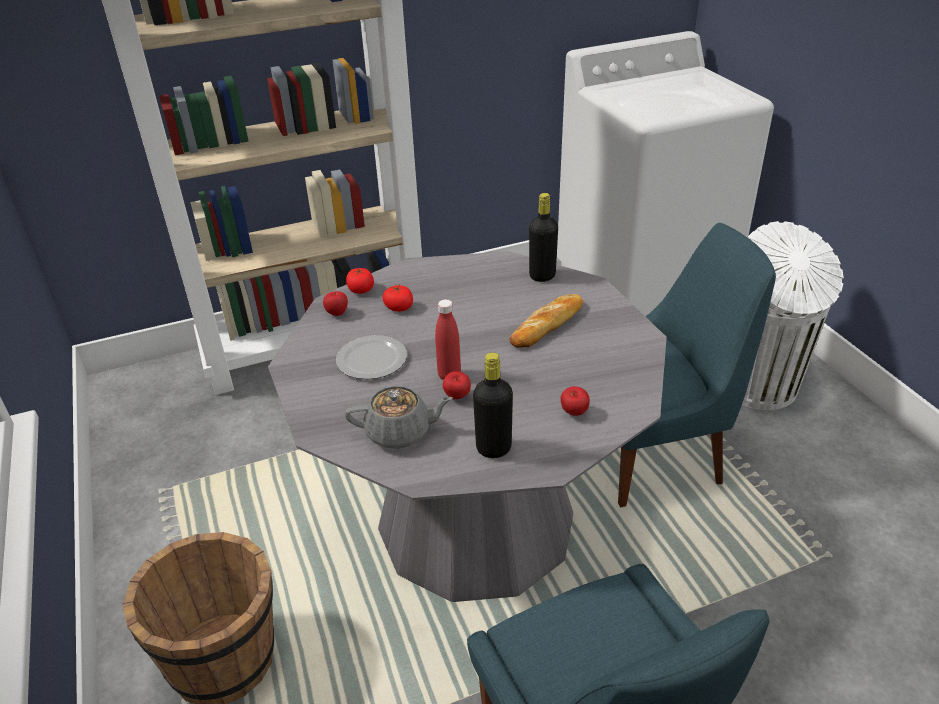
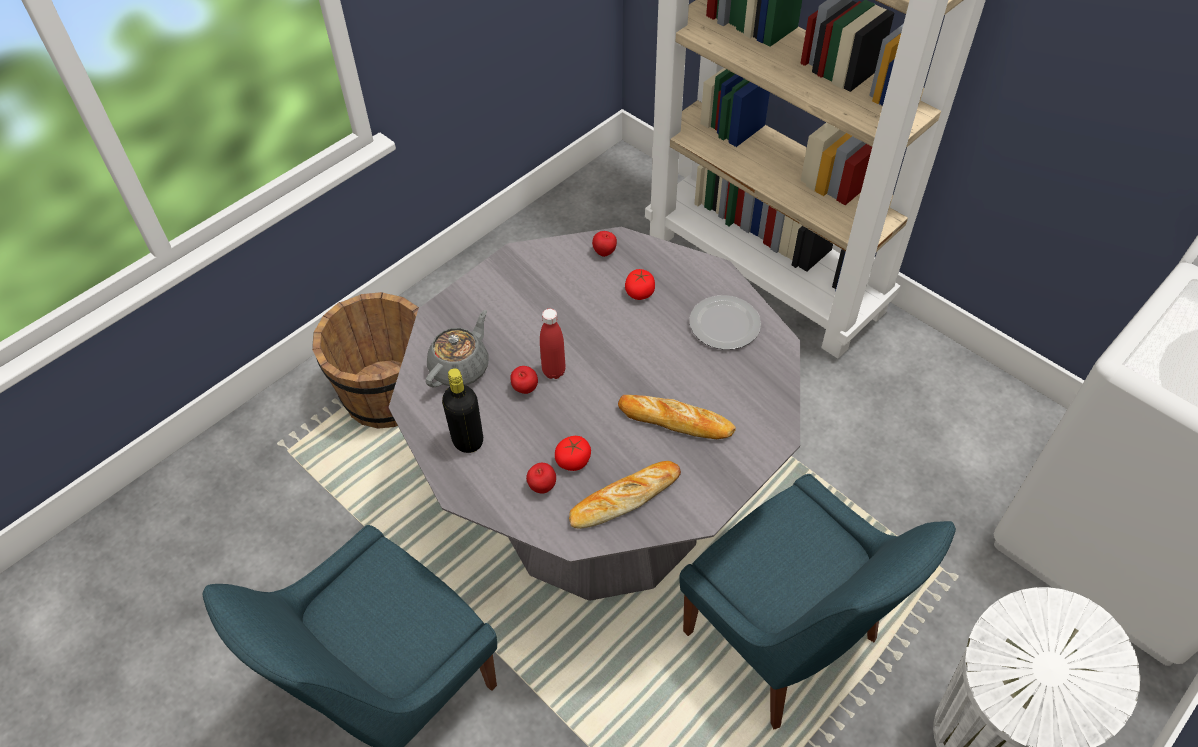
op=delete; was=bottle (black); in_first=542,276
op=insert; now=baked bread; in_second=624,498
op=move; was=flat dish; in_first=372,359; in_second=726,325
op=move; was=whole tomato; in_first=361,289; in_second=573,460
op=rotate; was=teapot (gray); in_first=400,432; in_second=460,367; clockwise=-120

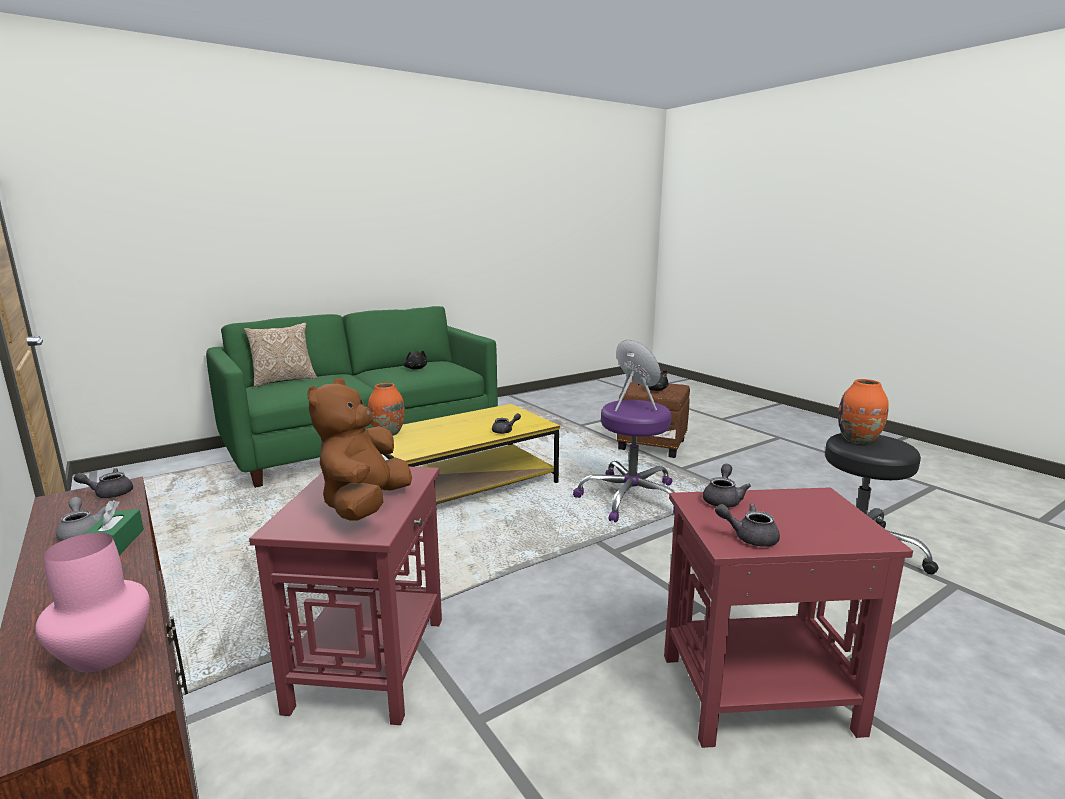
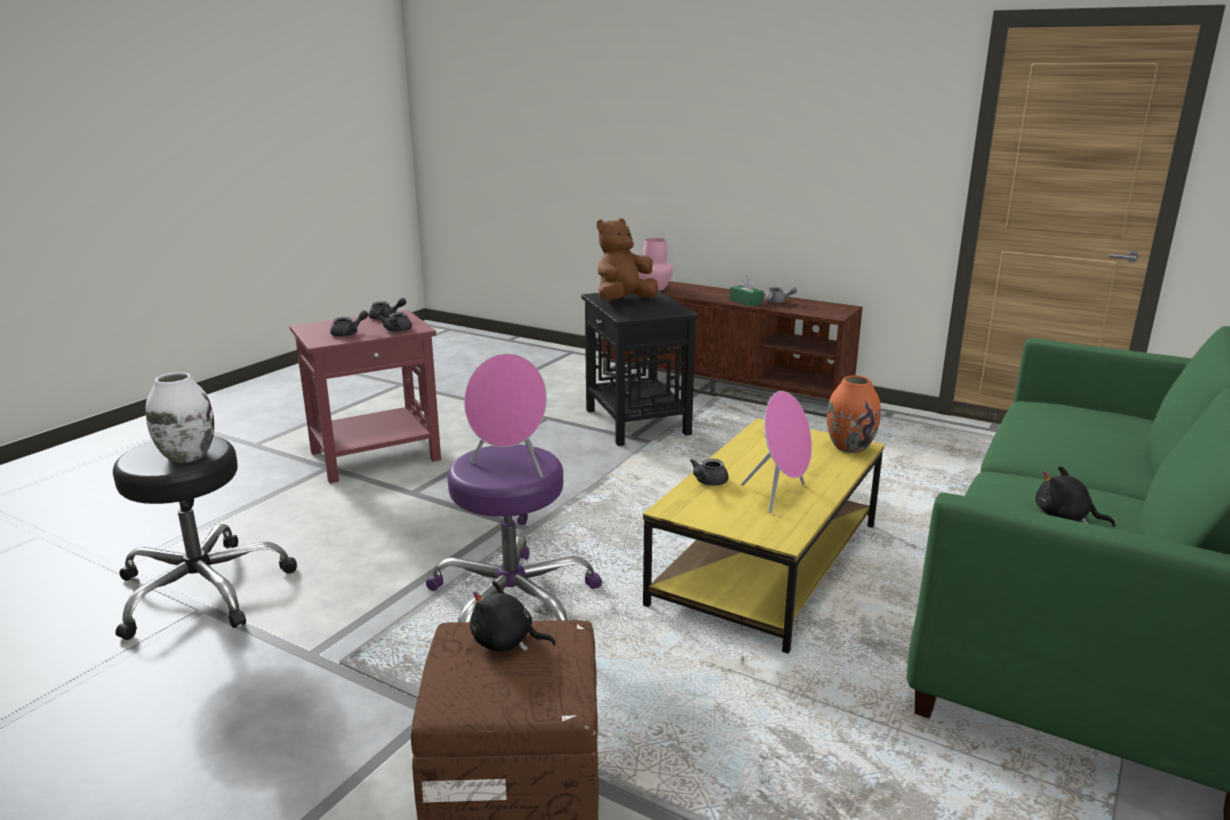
op=delete; was=throw pillow; in_first=284,380
op=insert; now=loudspeaker (pinkish); in_second=779,496
op=move; was=teapot (gray); in_first=109,493; in_second=349,334
op=recolor; was=side table (reddish); now=side table (black); in_first=371,662; in_second=636,422
op=recolor; was=vase (orange-coloured); now=vase (white-coloured); in_first=858,440; in_second=187,456
op=rotate; was=cuddly toy (brown-coloured); in_first=365,505; in_second=623,301; clockwise=-120

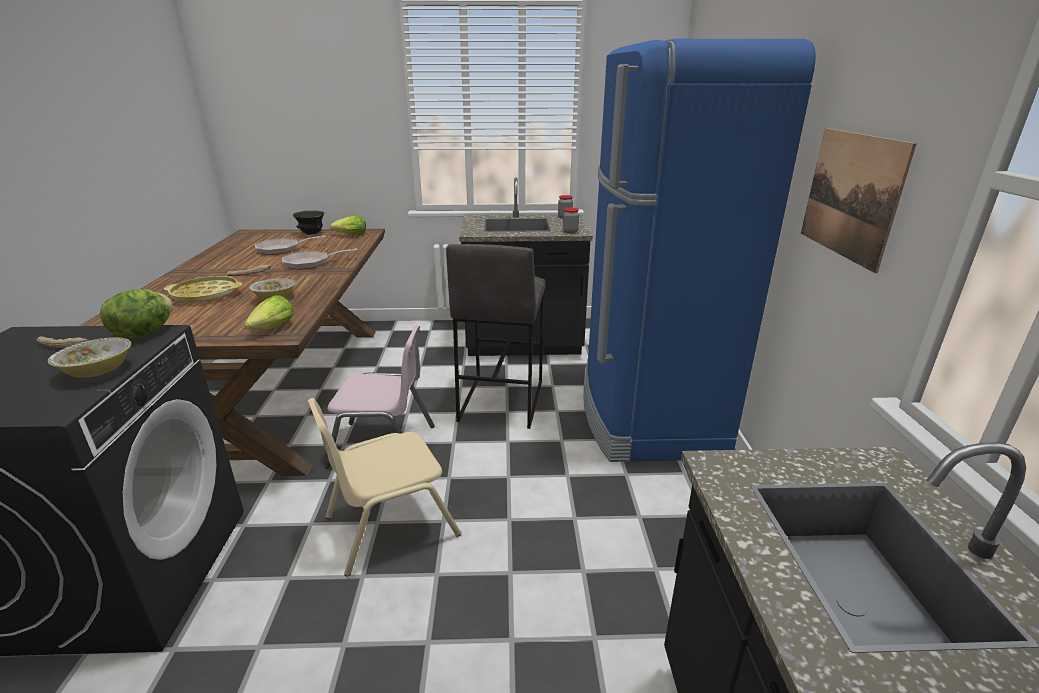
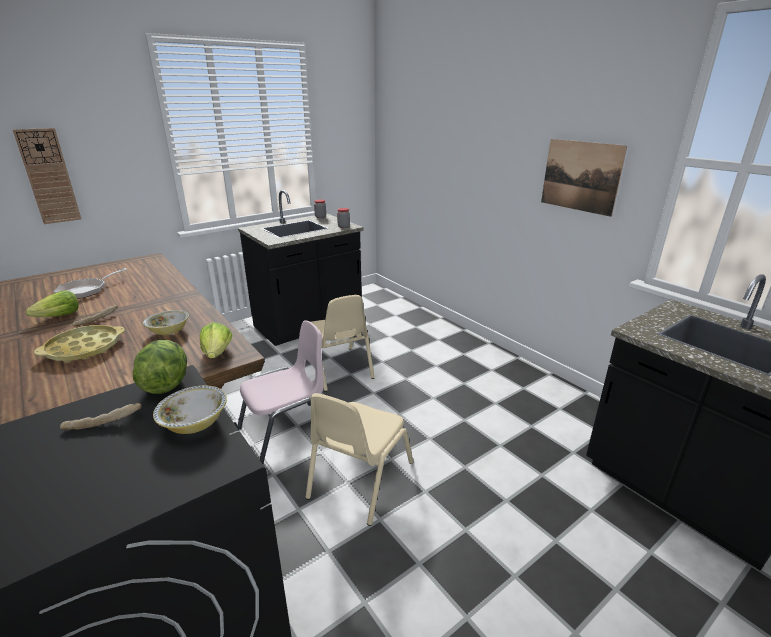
op=delete; was=pan; in_first=311,263
op=delete; was=serving bowl (black); in_first=312,234
op=delete; was=refrigerator (blue); in_first=647,416
op=insert; now=hanging clock; in_second=49,177
op=move; was=head of lettuce; in_first=351,235; in_second=59,316
op=replace; was=sitting stool (gray); now=upright chair (beige-coloured); in_first=500,401; in_second=338,369

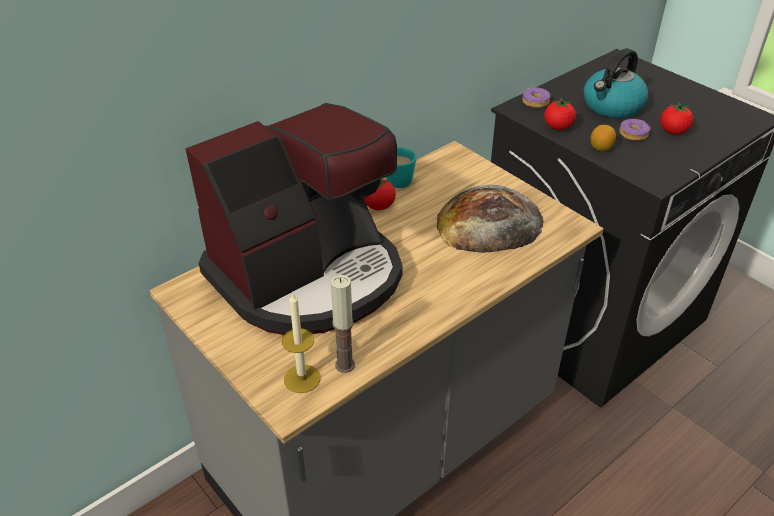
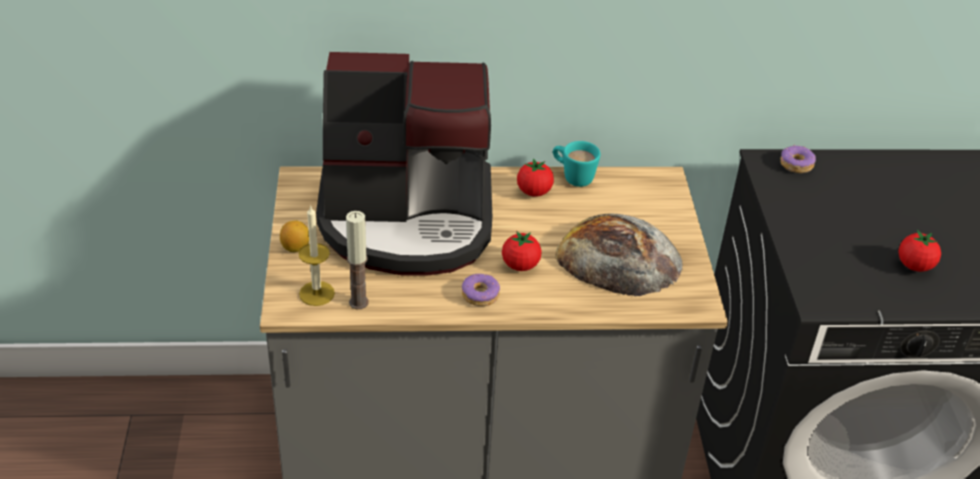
op=delete; was=water kettle; in_first=612,106
op=move; was=whole tomato; in_first=558,127; in_second=520,265
op=move; was=lemon; in_first=600,148; in_second=295,247
op=move; was=doughnut; in_first=633,134; in_second=480,295

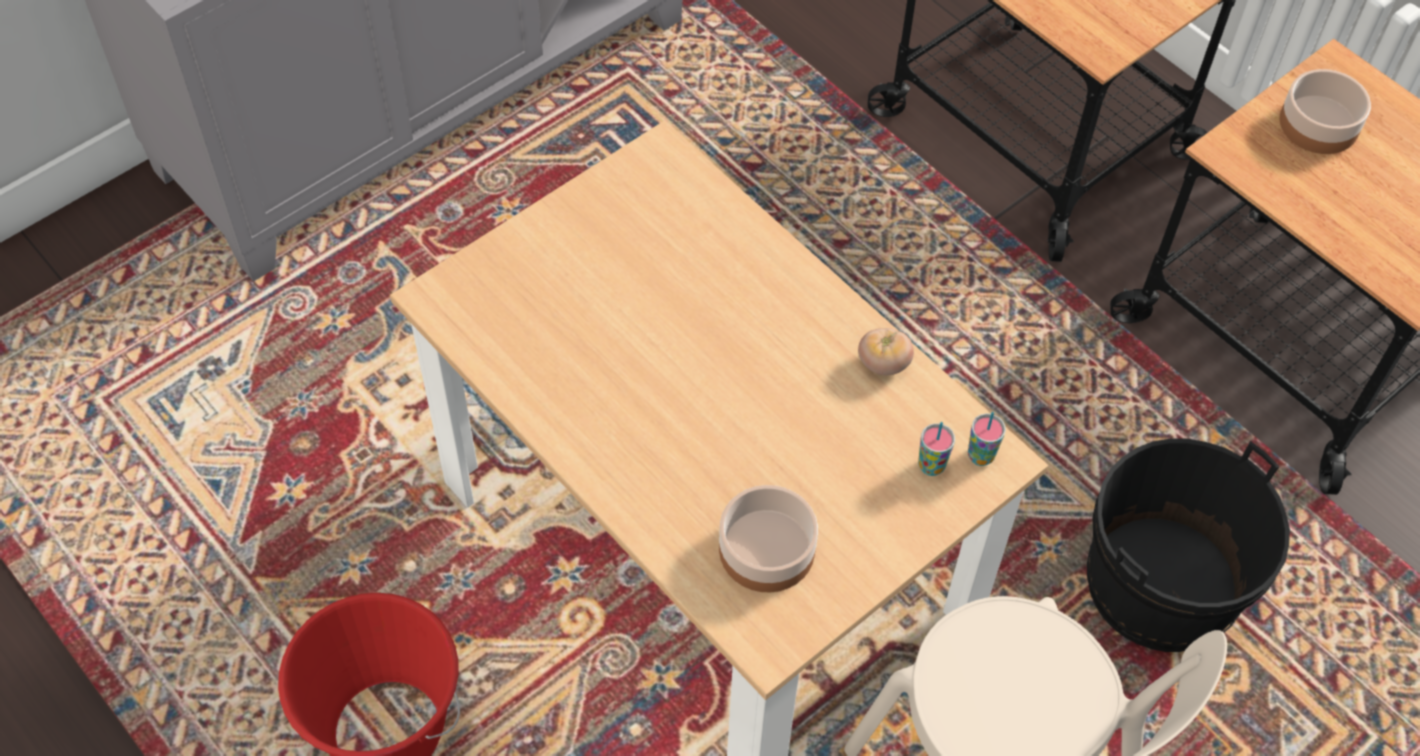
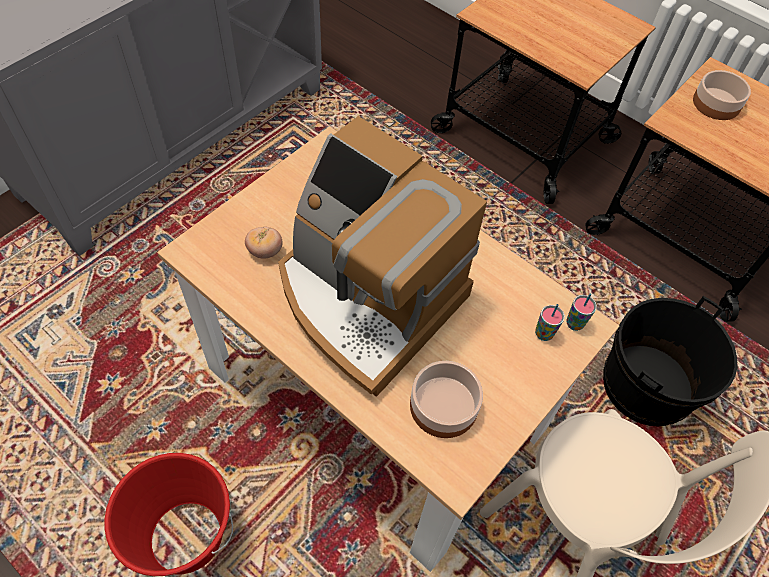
op=insert; now=coffee brewer; in_second=367,298
op=move; was=whole tomato; in_first=883,364; in_second=265,251

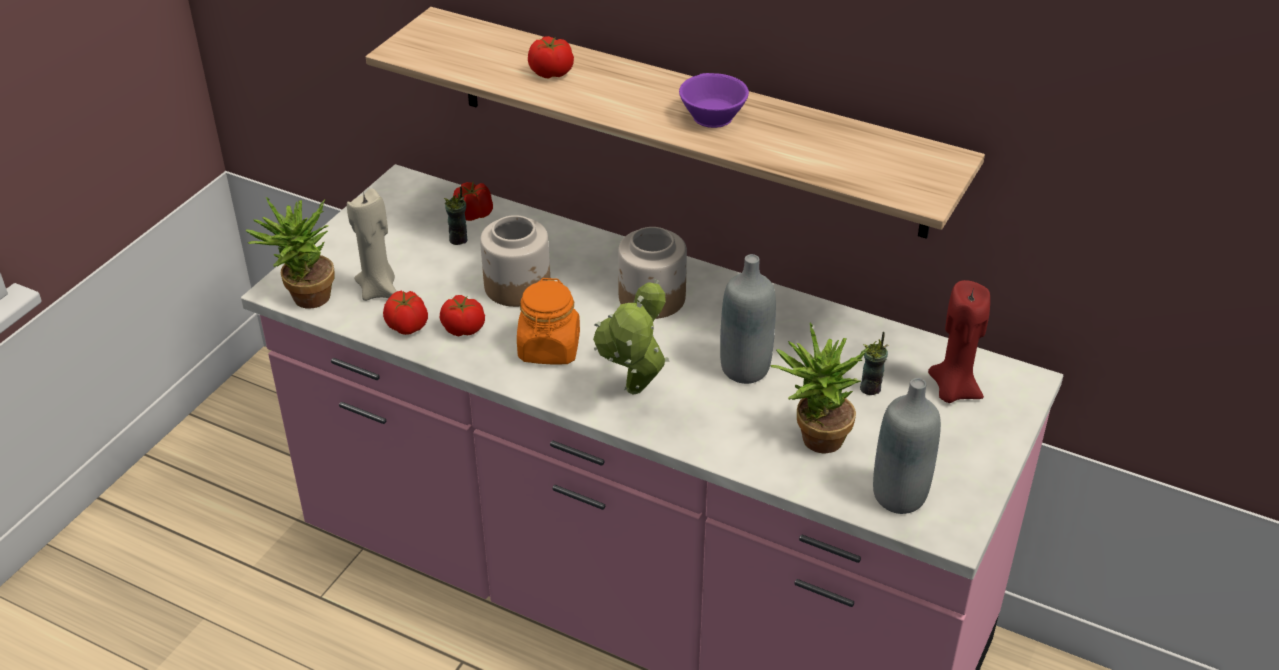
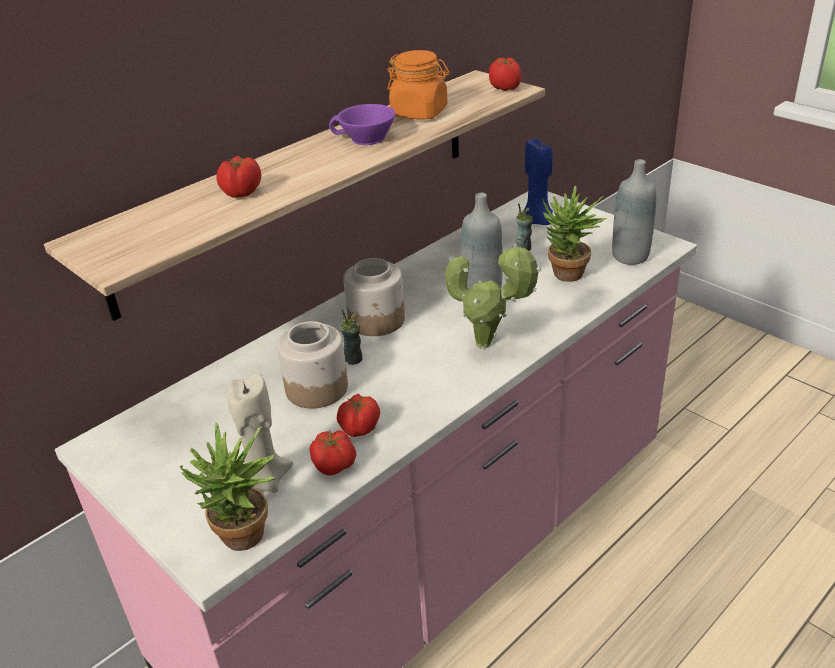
op=move; was=drinking cup; in_first=459,239; in_second=353,359
op=move; was=whole tomato; in_first=474,215; in_second=505,88
op=move; was=jar (orange-coloured); in_first=549,348; in_second=419,113
op=recolor; was=wax candle (reddish); now=wax candle (blue); in_first=952,391; in_second=537,221

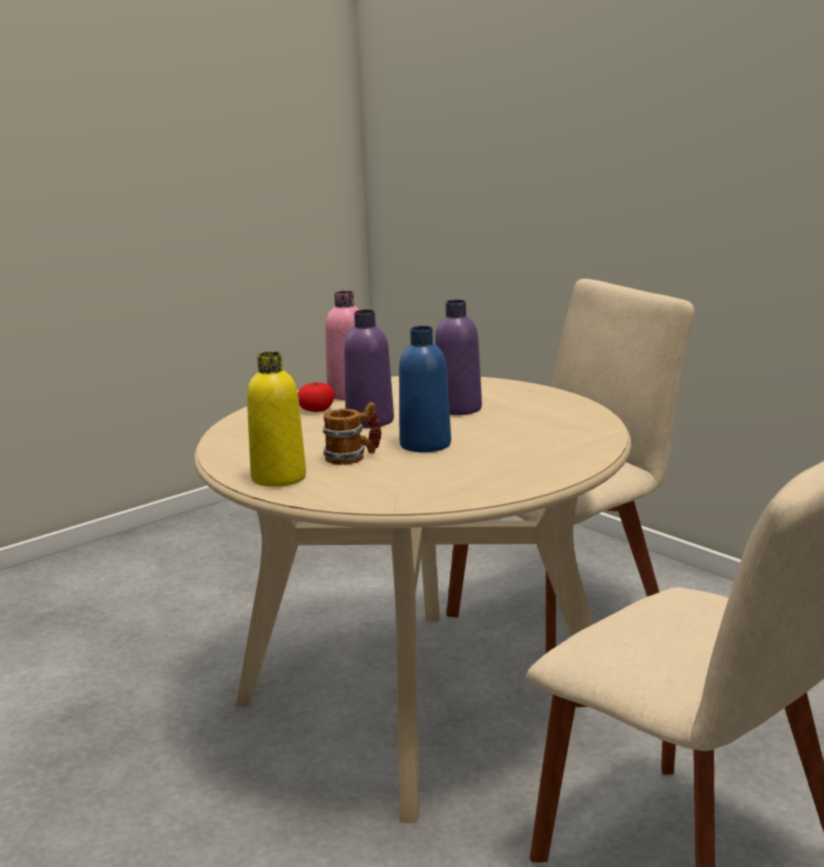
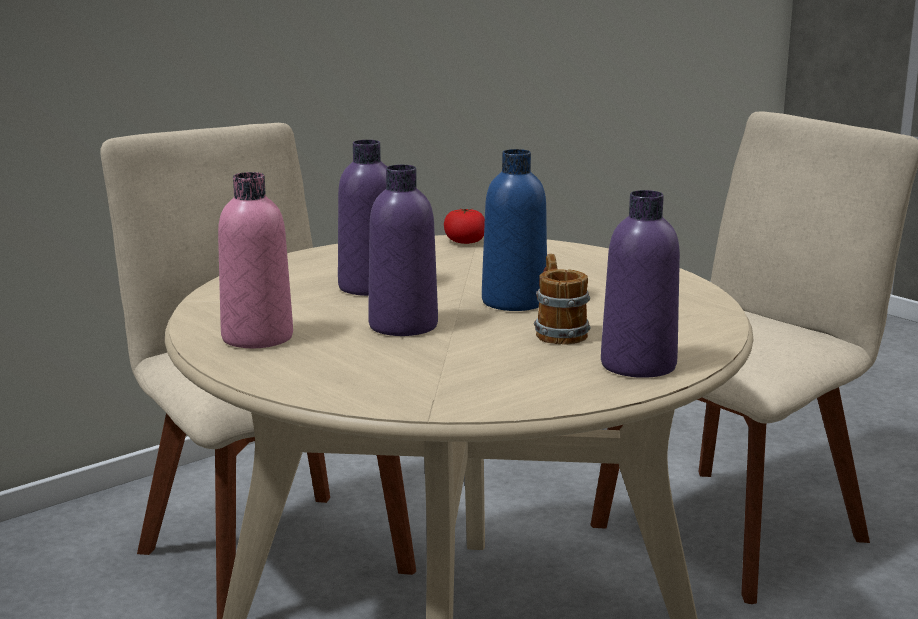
op=move; was=whole tomato; in_first=316,409; in_second=465,241
op=recolor; was=bottle (yellow); now=bottle (purple); in_first=278,478; in_second=638,365

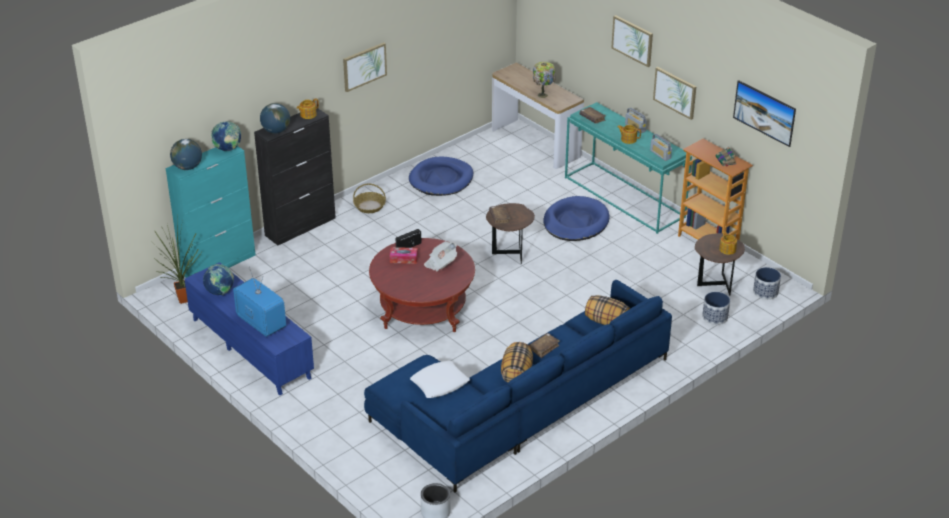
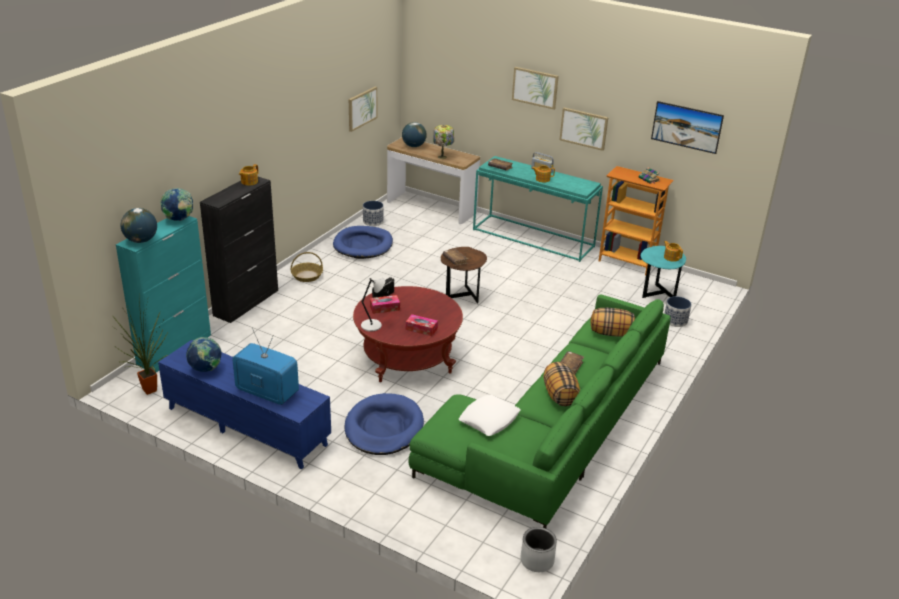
op=delete; was=newspaper; in_first=440,263
op=delete; was=radio; in_first=660,154
op=insert; now=lamp for a table (gray); in_second=372,325
op=insert; now=tissue box; in_second=421,329
op=move; was=desk globe; in_first=276,131; in_second=414,146
op=move; was=wall picture; in_first=364,66; in_second=362,108
op=move; was=dog bed (blue); in_first=575,222; in_second=384,428
op=move; was=flower pot; in_first=765,292; in_second=373,221
op=recolor; was=sofa (blue); now=sofa (greenish); in_first=518,405; in_second=553,430
op=recolor; was=side table (brown-coloured); now=side table (blue-green); in_first=715,285; in_second=656,295

